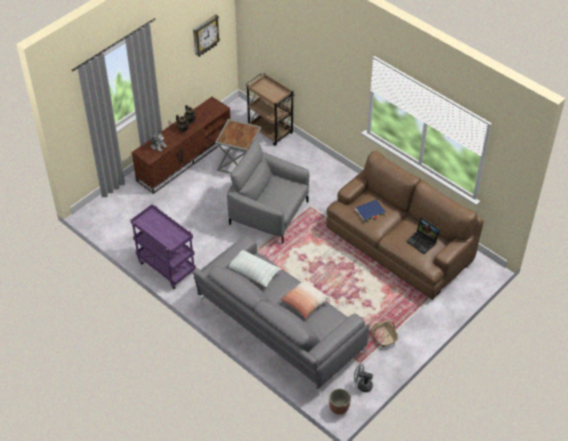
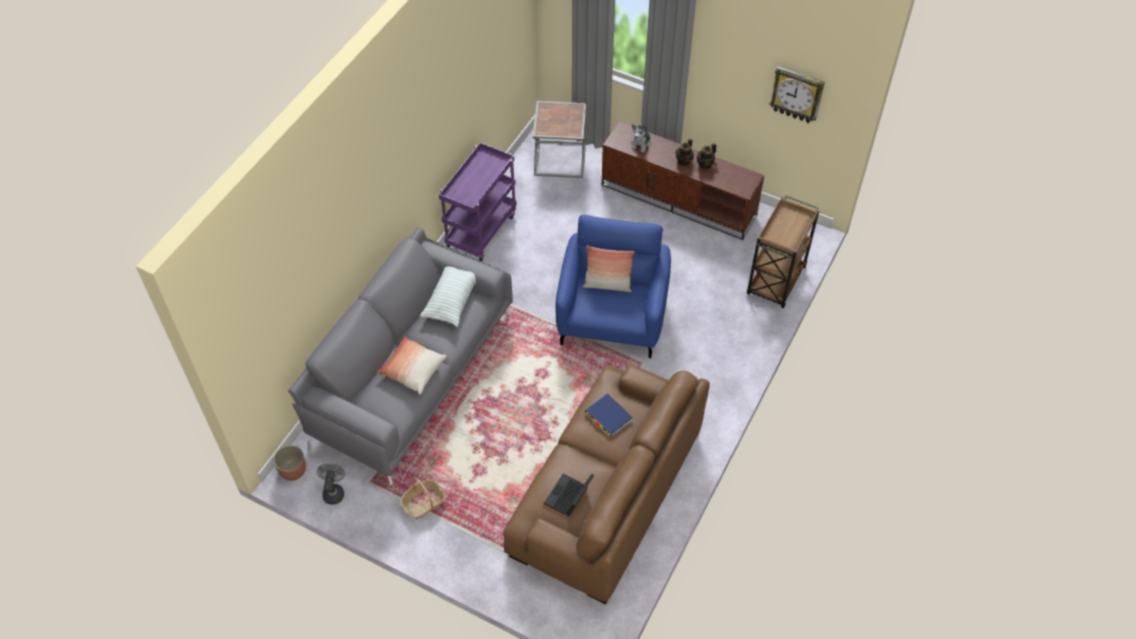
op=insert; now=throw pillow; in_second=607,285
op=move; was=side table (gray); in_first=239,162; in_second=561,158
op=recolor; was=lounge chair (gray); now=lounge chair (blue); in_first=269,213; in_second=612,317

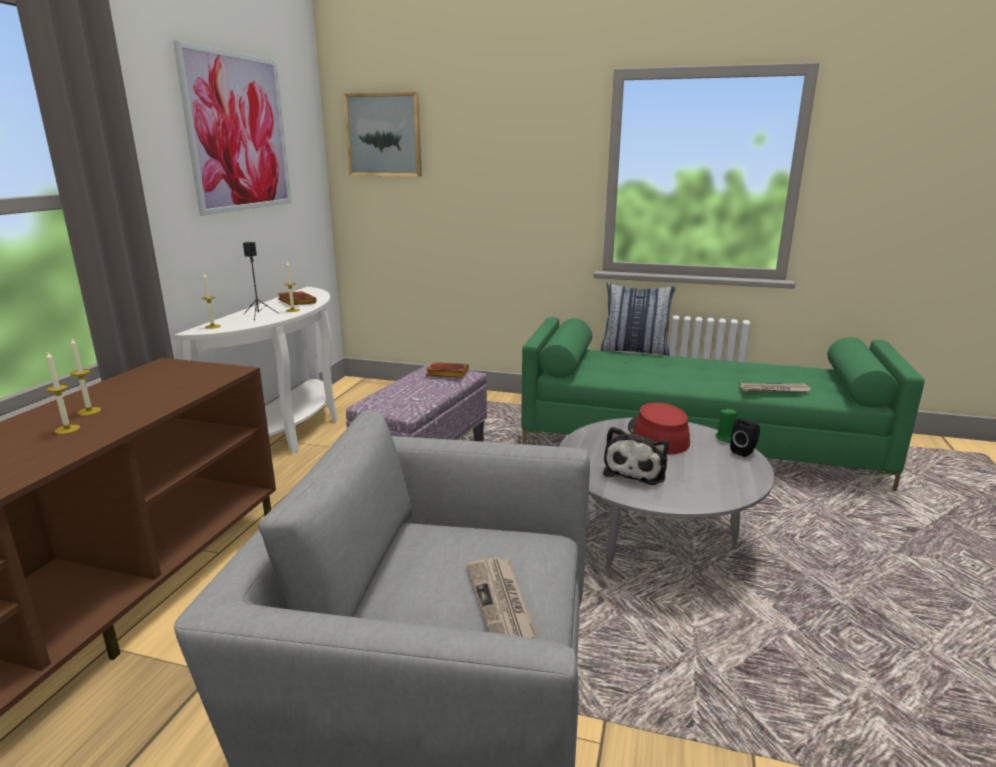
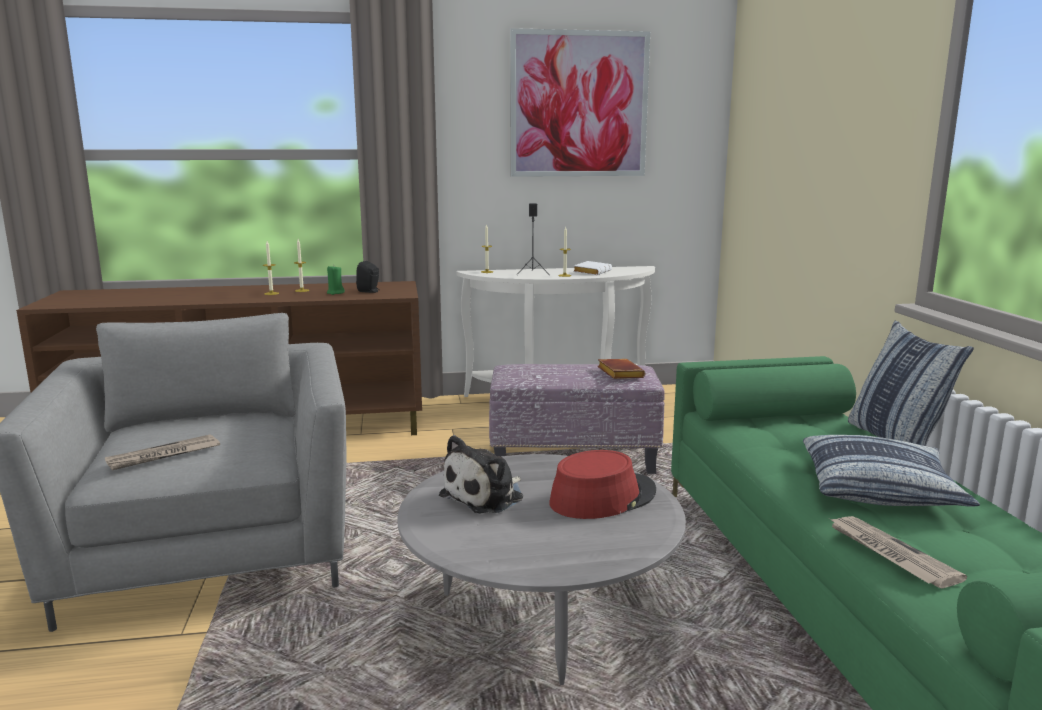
op=delete; was=wall picture; in_first=384,135
op=insert; now=throw pillow; in_second=880,488
op=move; was=wax candle (greenish); in_first=725,438; in_second=335,293
op=move; was=loudspeaker (black); in_first=744,452; in_second=370,291
op=recolor; was=book (brown-coloured); now=book (white-coloured); in_first=295,302; in_second=591,272
op=rotate; was=cuddly toy; in_first=636,470; in_second=486,496; clockwise=-45

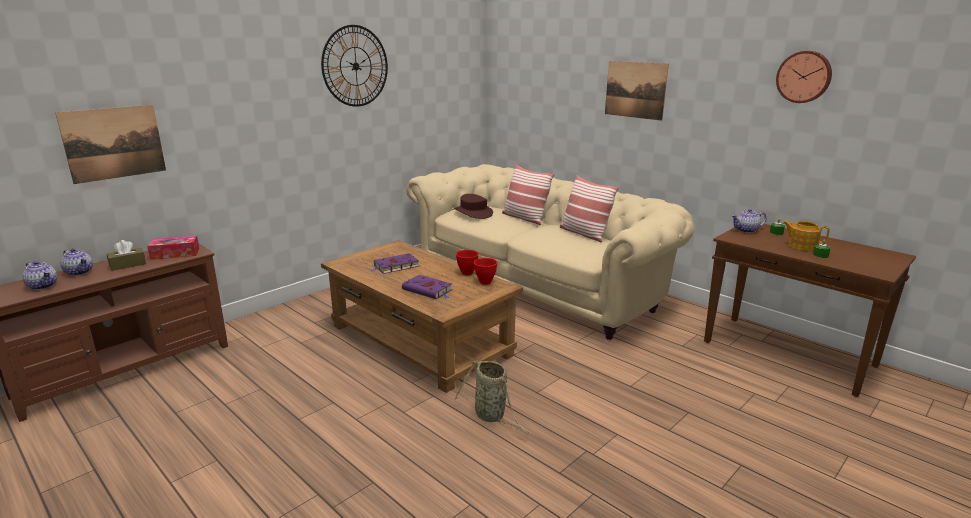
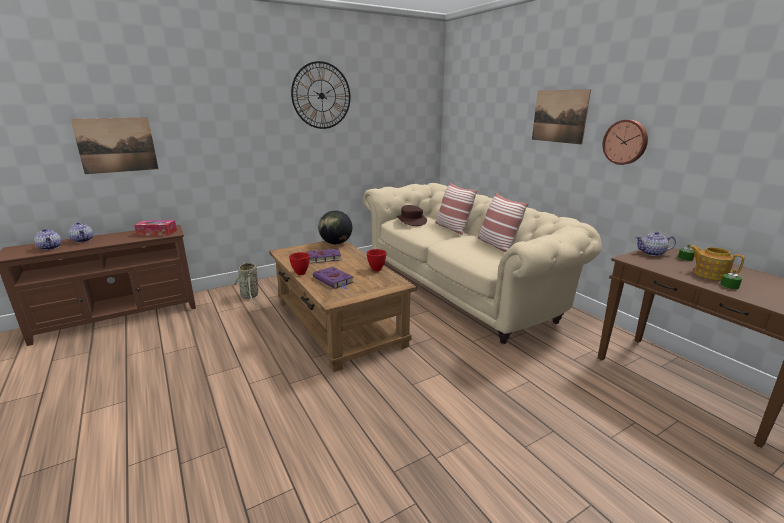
op=delete; was=tissue box (brown-coloured); in_first=128,265
op=insert; now=desk globe; in_second=336,243
op=move; was=storage basket; in_first=491,416; in_second=250,296
op=move; was=serving bowl (reddish); in_first=485,282; in_second=300,273
op=move; was=hanging clock; in_first=804,77; in_second=625,142

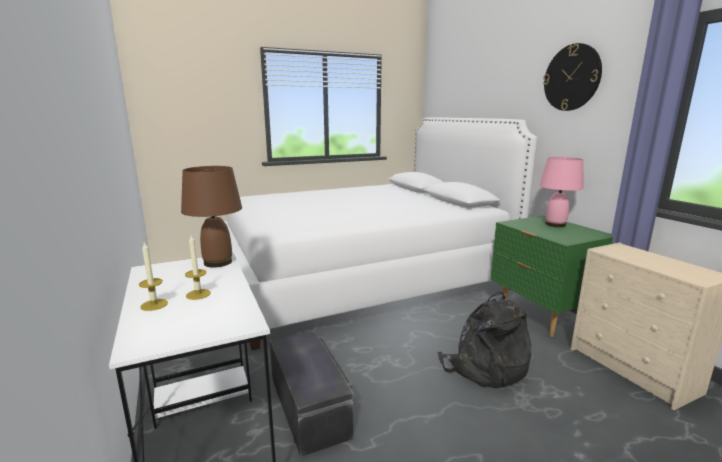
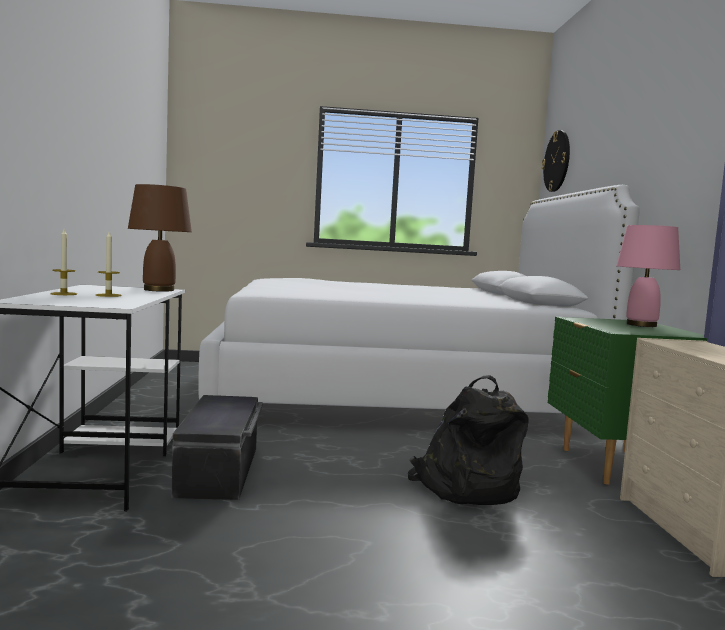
op=move; was=hanging clock; in_first=572,77; in_second=557,161

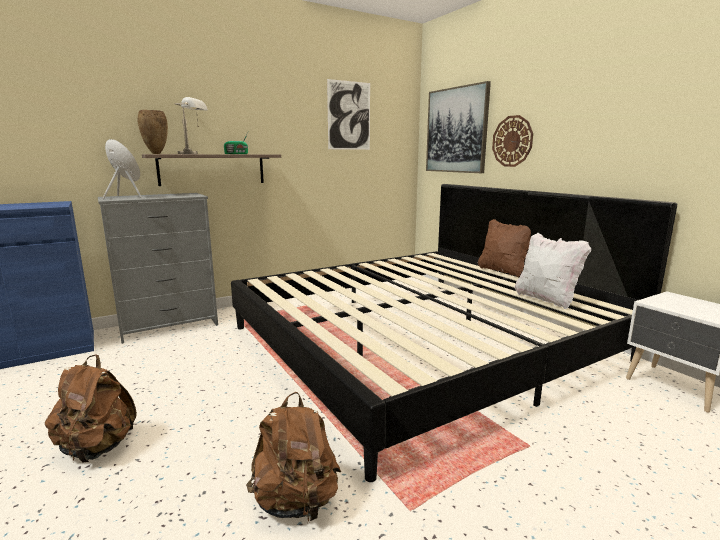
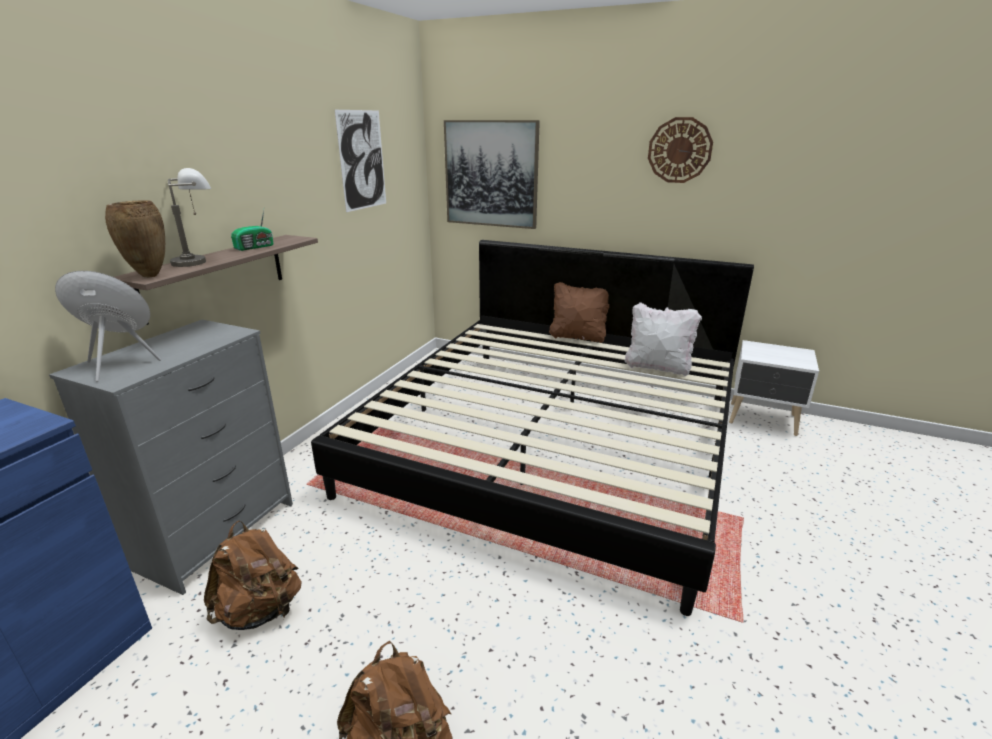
op=move; was=rucksack (brown-coloured); in_first=296,502; in_second=260,611
op=move; was=hanging clock; in_first=512,141; in_second=679,150

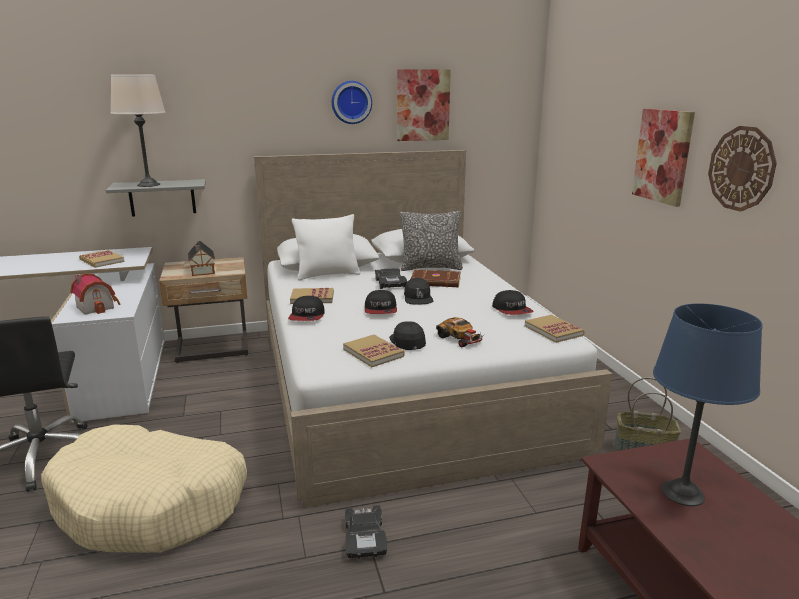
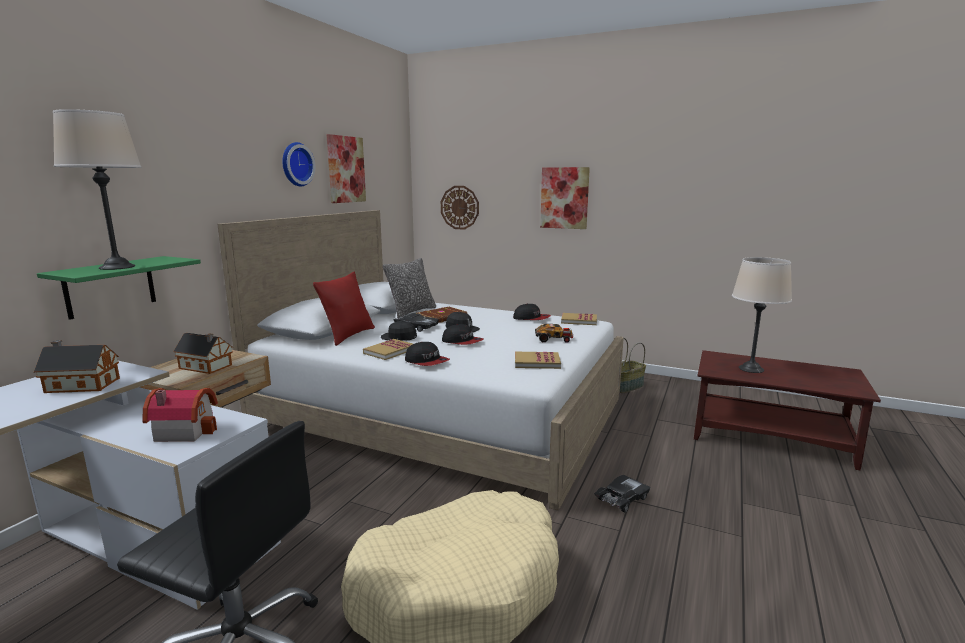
op=move; was=cap (black); in_first=408,342; in_second=399,337
op=move; was=hanging clock; in_first=741,168; in_second=459,207
op=replace; was=book; now=miniature house; in_first=102,260; in_second=80,385
op=recolor; was=bracket shelf (gray); now=bracket shelf (greenish); in_first=162,197; in_second=110,287
op=recolor; was=throw pillow (white-coloured); now=throw pillow (reddish); in_first=327,275; in_second=348,335
op=recolor; was=lamp for a table (blue); now=lamp for a table (beige-coloured); in_first=682,493; in_second=751,369
op=rotate; was=toy car (black); in_first=365,538; in_second=621,499; clockwise=-75

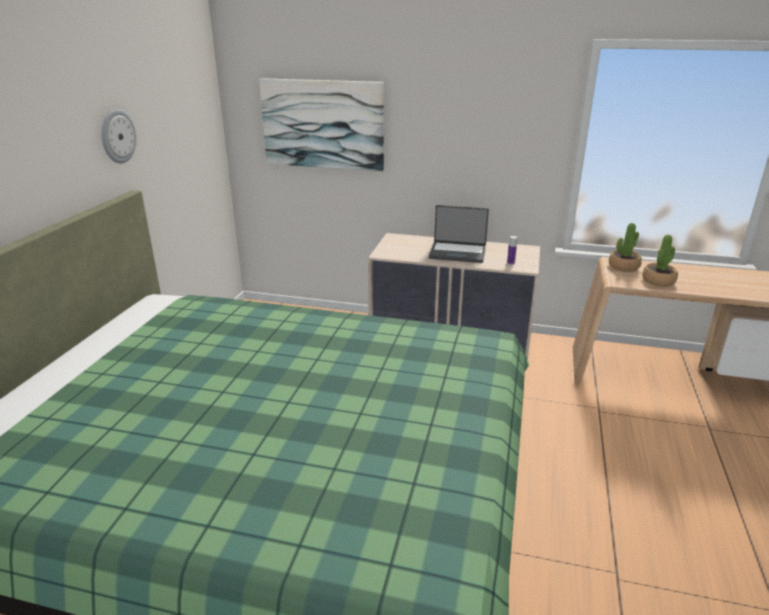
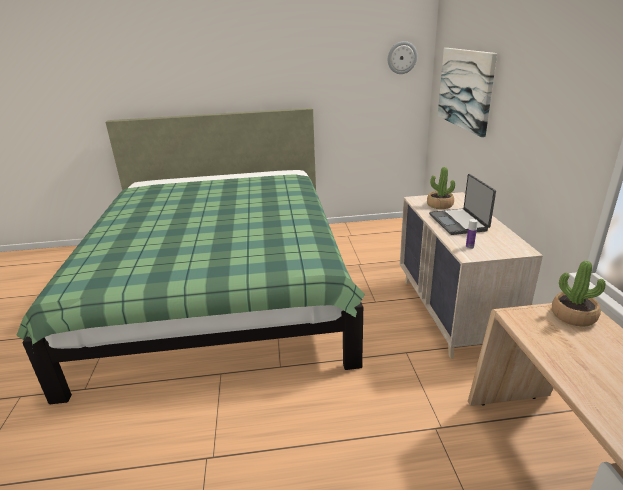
op=move; was=hanging clock; in_first=117,136; in_second=402,57
op=move; was=potted plant; in_first=658,281; in_second=439,205

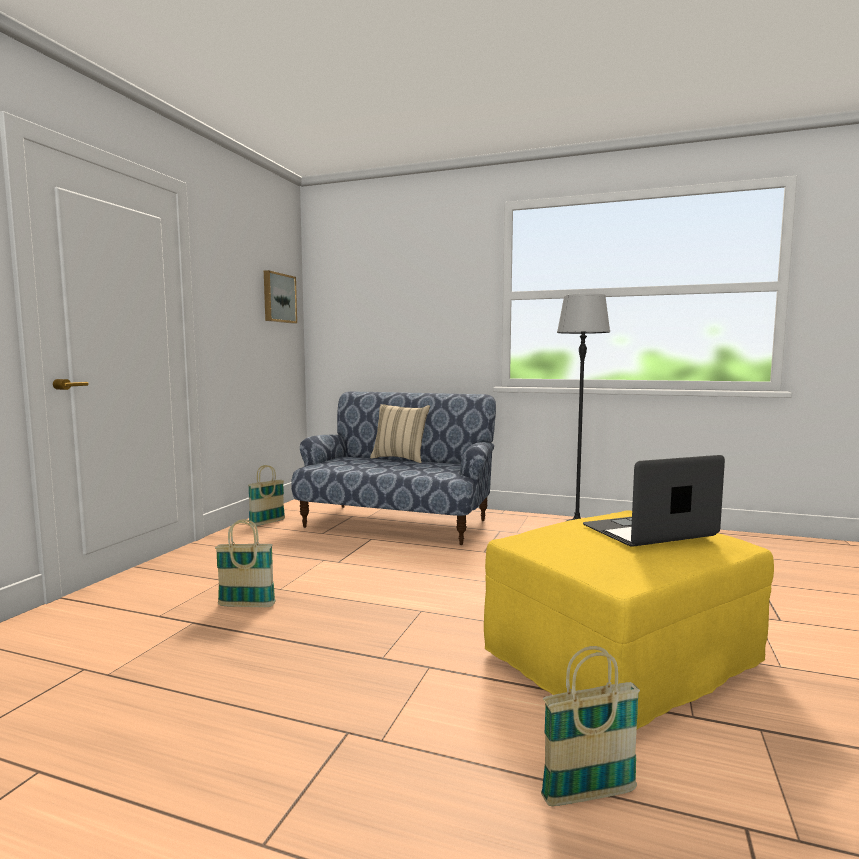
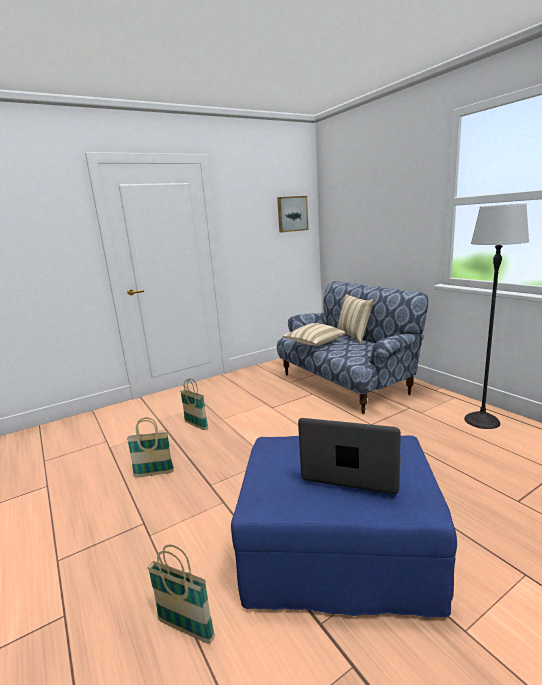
op=insert; now=throw pillow (beige-coloured); in_second=314,343
op=move; was=storage basket; in_first=267,523; in_second=154,473
op=recolor; was=footrest (yellow); now=footrest (blue); in_first=622,660; in_second=337,554

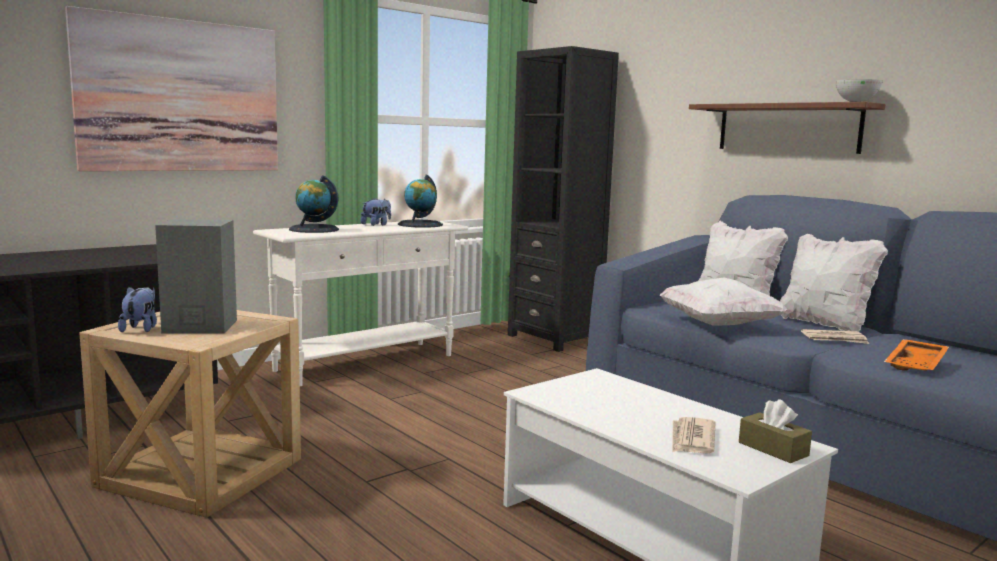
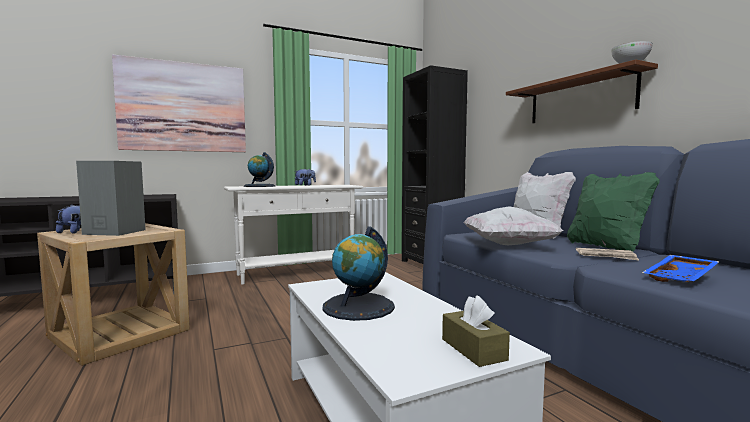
op=delete; was=newspaper; in_first=691,439
op=move; was=desk globe; in_first=420,224; in_second=358,307
op=recolor; was=throw pillow (white-coloured); now=throw pillow (greenish); in_first=824,324; in_second=606,247
op=recolor; was=serving tray (orange-coloured); now=serving tray (blue); in_first=917,365; in_second=682,278

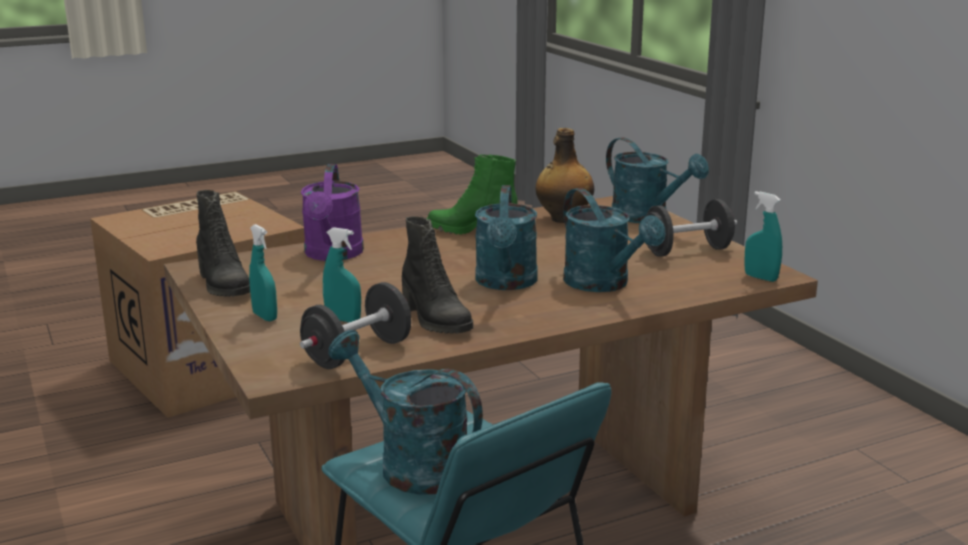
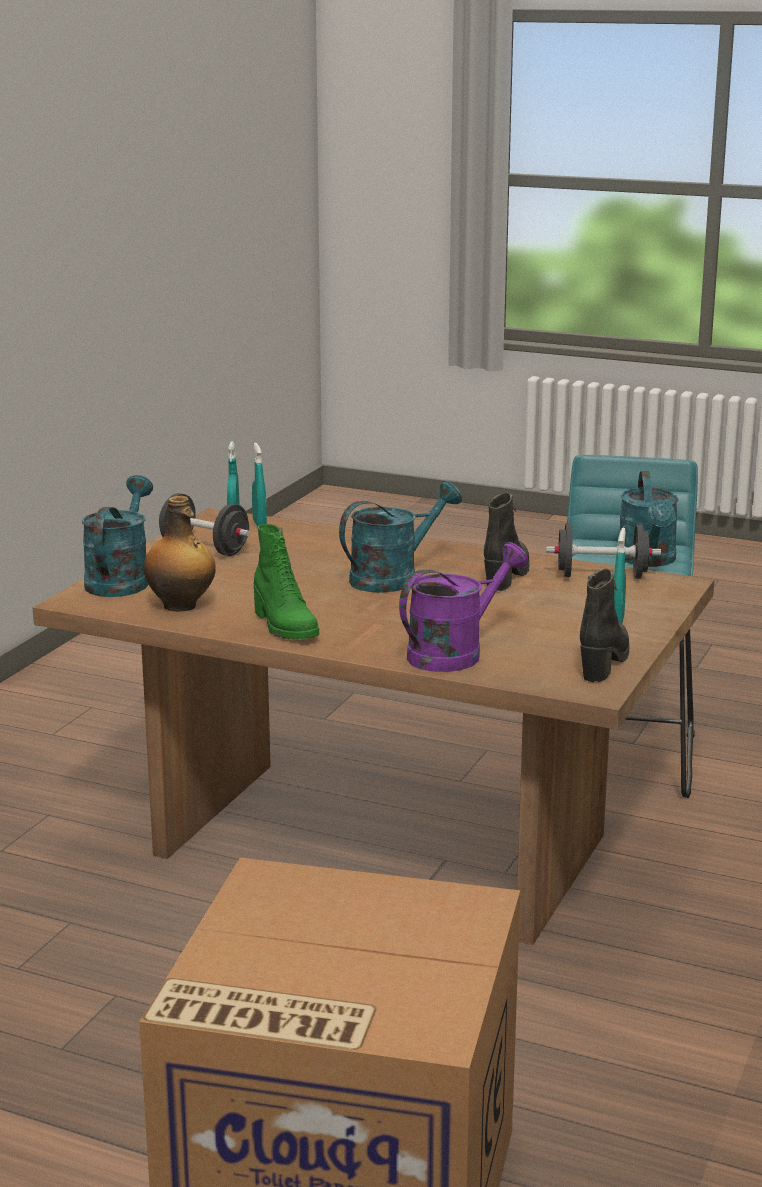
op=delete; was=watering can (blue-green); in_first=604,284
op=move; was=sprayer (blue-green); in_first=343,319; in_second=259,523

